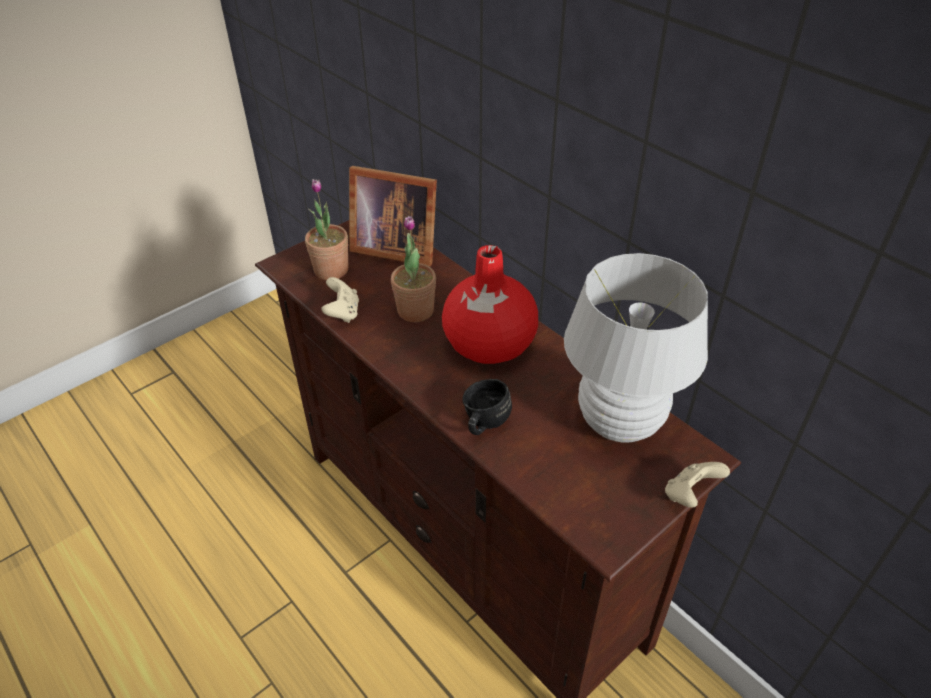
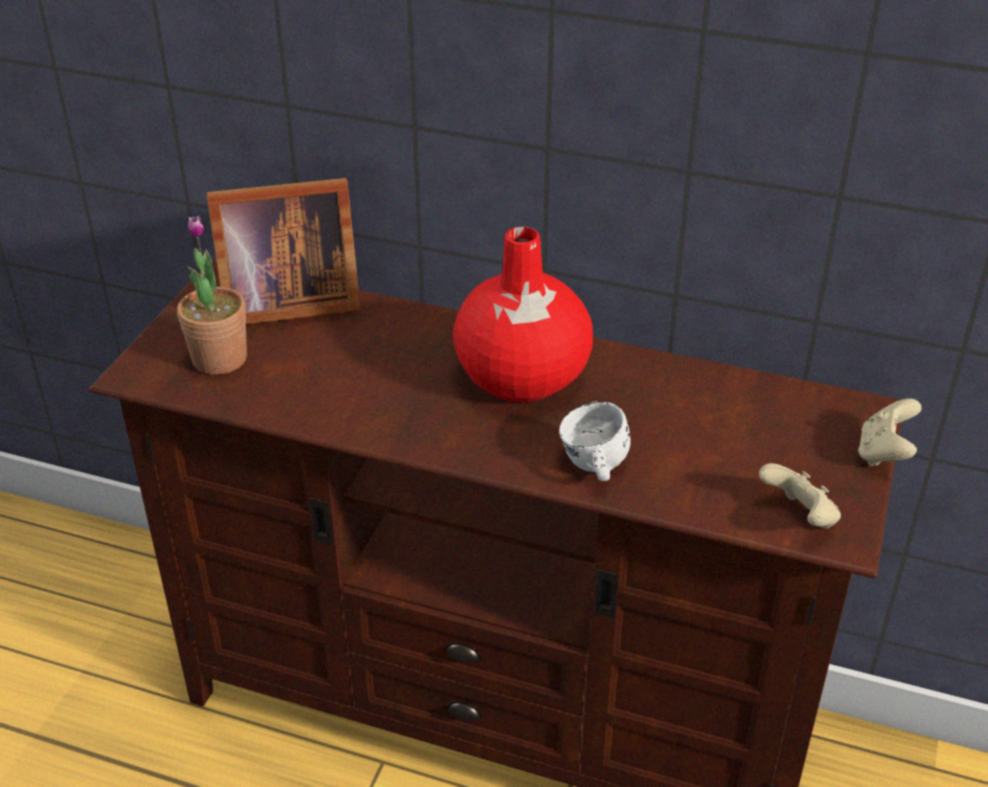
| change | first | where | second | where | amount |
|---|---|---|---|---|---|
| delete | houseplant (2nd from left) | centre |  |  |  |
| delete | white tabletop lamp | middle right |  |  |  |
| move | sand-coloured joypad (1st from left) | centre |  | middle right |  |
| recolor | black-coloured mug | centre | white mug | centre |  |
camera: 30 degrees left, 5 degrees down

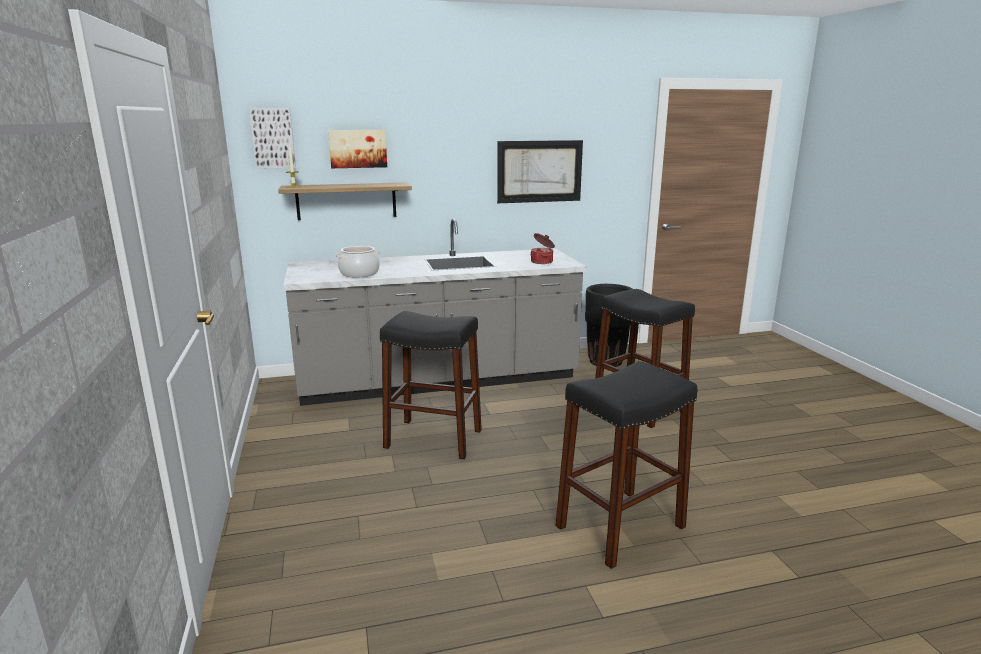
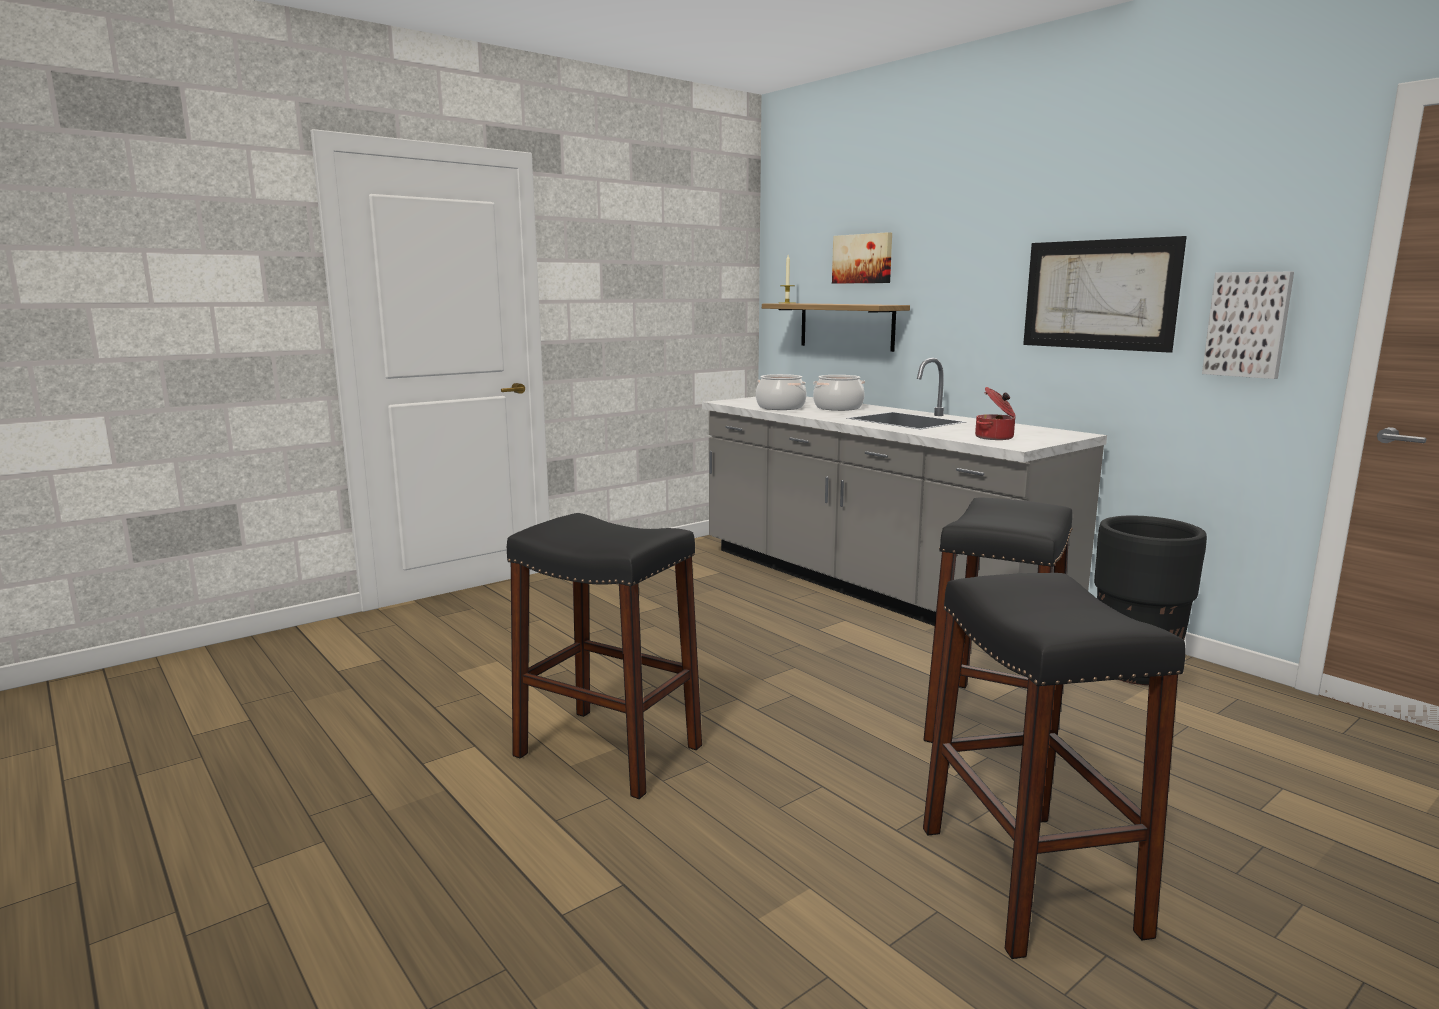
| change | first | where | second | where | amount |
|---|---|---|---|---|---|
| move | wall picture (1st from left in the first image) | top left | wall picture (3rd from left) | top right |  |
| move | black-coloured sitting stool (1st from left in the first image) | centre | black-coloured sitting stool (3rd from left) | bottom right |  |
| insert |  |  | cooking pot (2nd from left) | centre |  |
camera: 65 degrees right, 5 degrees down

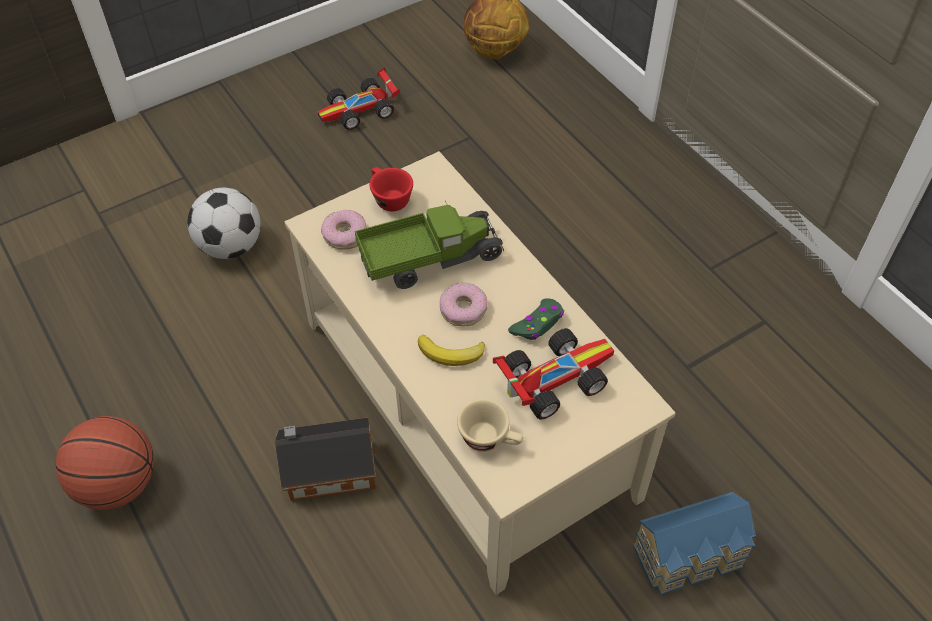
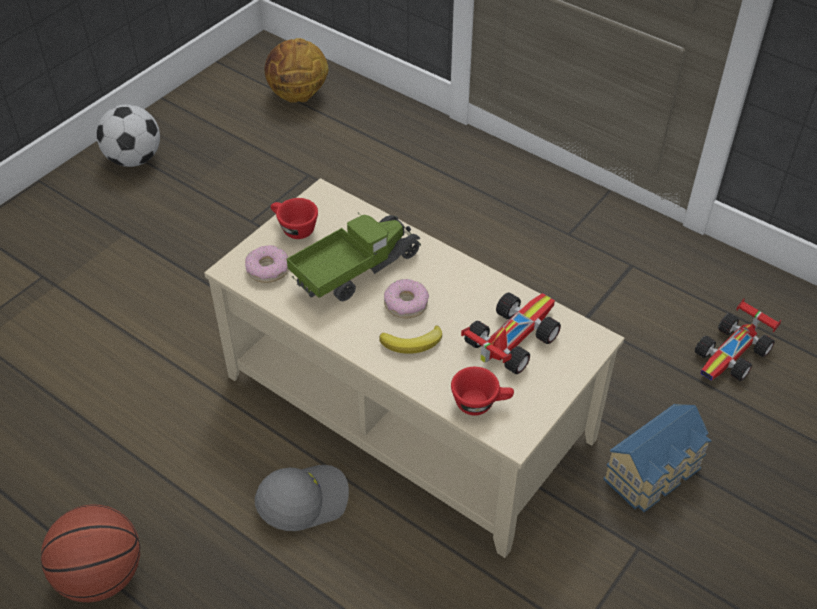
| change | first | where | second | where | amount |
|---|---|---|---|---|---|
| move | miniature car (1st from left in the first image) | top centre | miniature car (2nd from left) | middle right |  |
| move | football ball | middle left |  | top left |  |
| delete | green-coloured joypad | centre |  |  |  |
| recolor | sand-coloured small cup | bottom centre | red small cup (2nd from left) | centre |  |
| replace | model house (1st from left) | bottom centre | greyish baseball cap | bottom centre |  |
camera: 20 degrees left, 5 degrees down

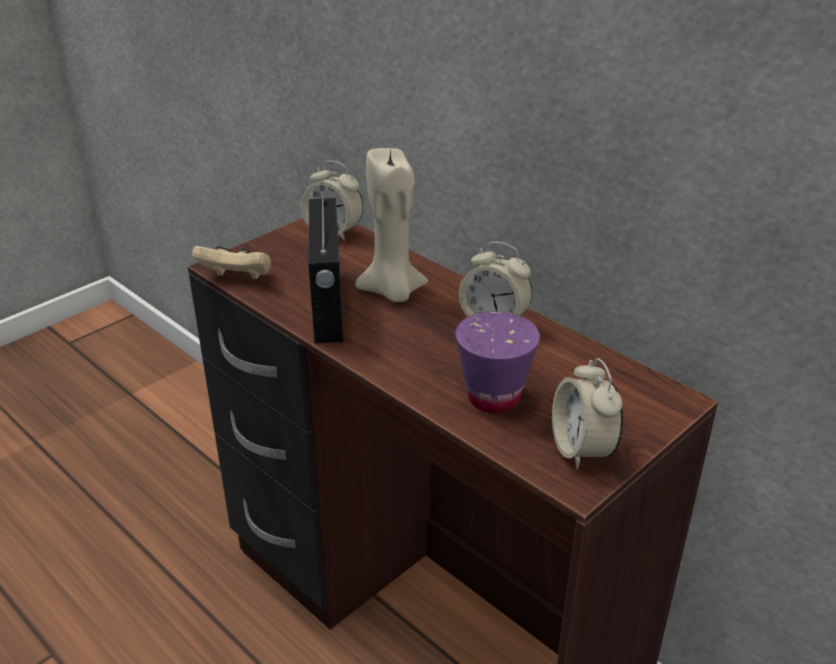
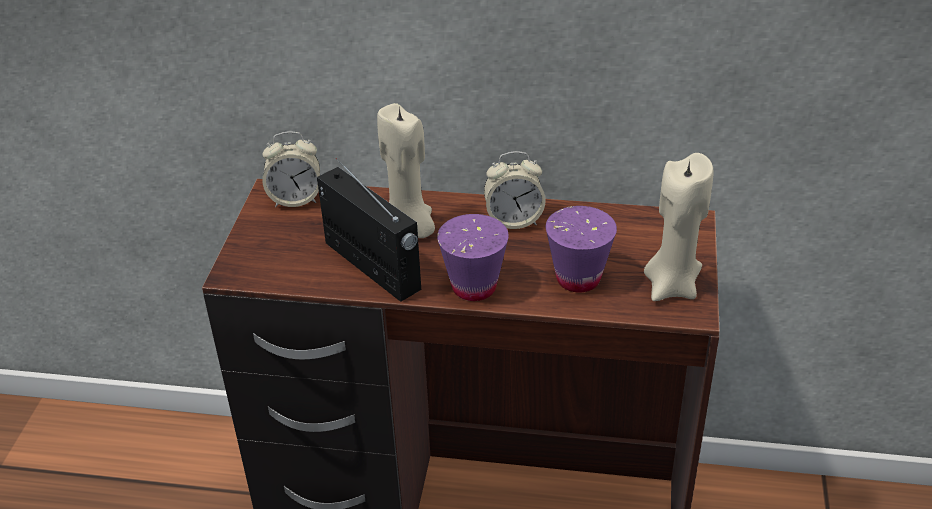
| change | first | where | second | where | amount |
|---|---|---|---|---|---|
| delete | sand-coloured joypad | middle left |  |  |  |
| replace | table clock (3rd from left) | middle right | sand-coloured wax candle (2nd from left) | middle right |  |
| insert |  |  | purple-coloured small cup (1st from left) | centre |  |
camera: 35 degrees left, 5 degrees up

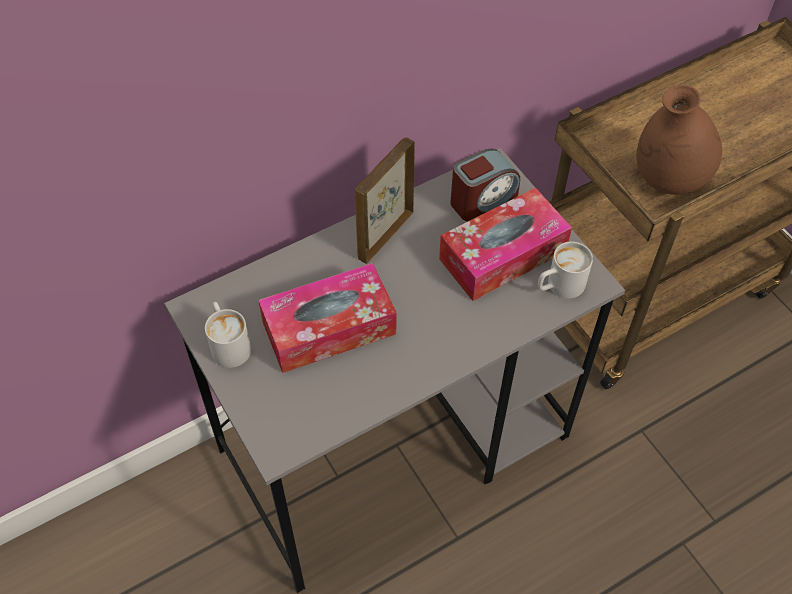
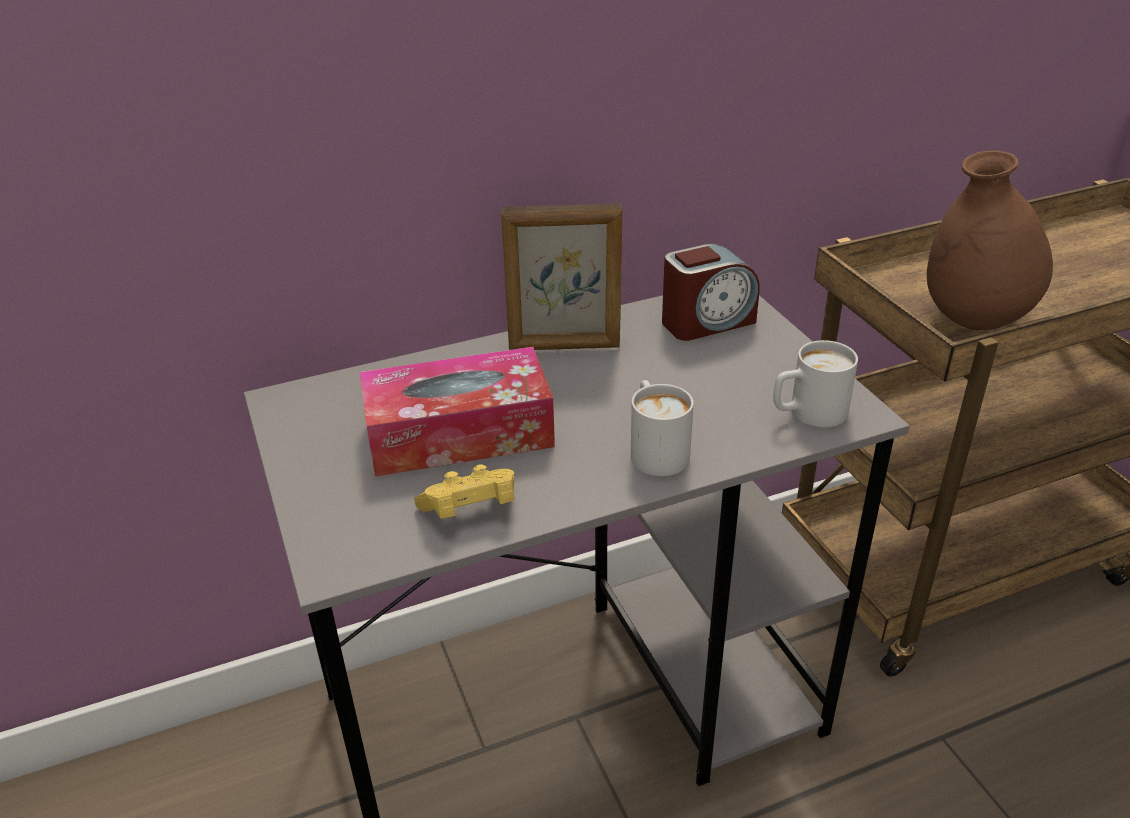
| change | first | where | second | where | amount |
|---|---|---|---|---|---|
| rotate | standing frame | centre |  | centre | 135 degrees counterclockwise |
| delete | tissue box (2nd from left) | centre |  |  |  |
| move | white mug (1st from left) | middle left |  | centre |  |
| insert |  |  | yellow-coloured joypad | centre |  |
camera: 10 degrees right, 20 degrees down

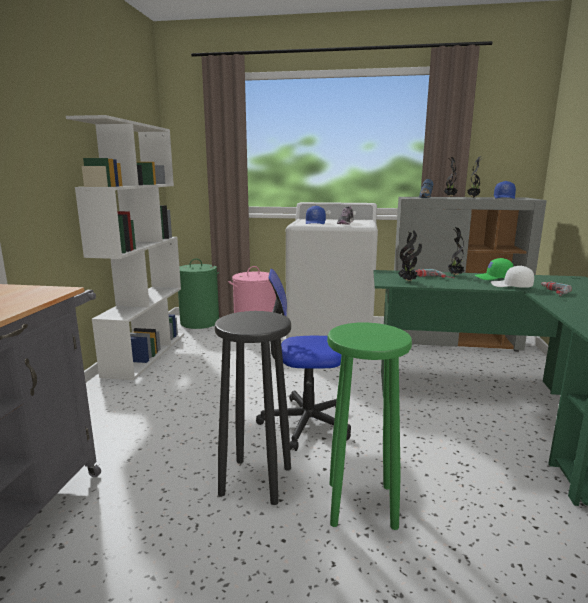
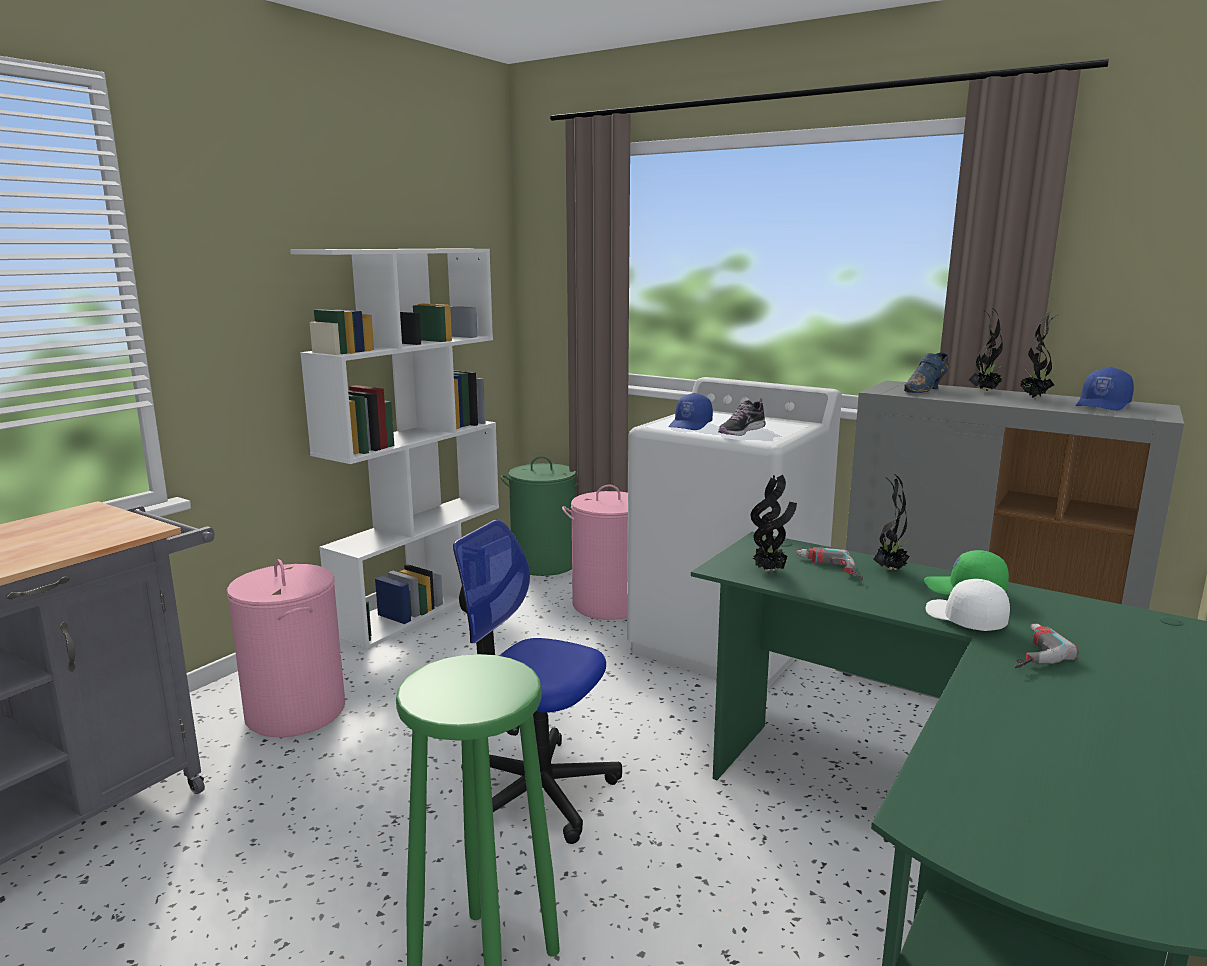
| change | first | where | second | where | amount |
|---|---|---|---|---|---|
| delete | black-coloured sitting stool | bottom centre |  |  |  |
| insert |  |  | pinkish hamper (1st from left) | bottom left |  |
camera: 25 degrees right, 0 degrees up

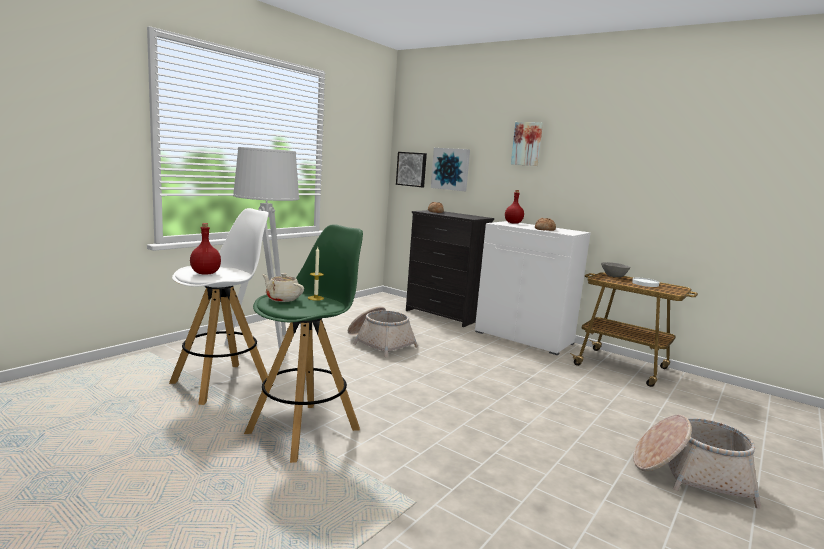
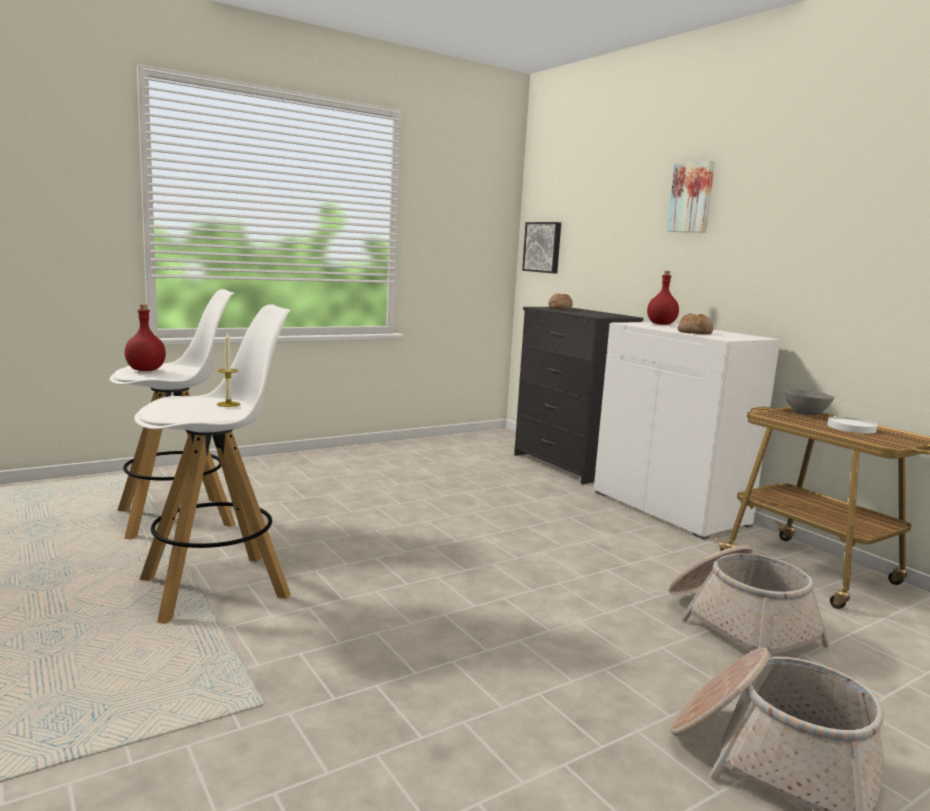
| change | first | where | second | where | amount |
|---|---|---|---|---|---|
| delete | greyish floor lamp | middle left |  |  |  |
| delete | wall picture (2nd from left) | top centre |  |  |  |
| recolor | green-coloured sitting stool | centre | white sitting stool (2nd from left) | middle left |  |
| delete | sand-coloured tea pot | centre |  |  |  |
| move | basket (1st from left) | centre |  | bottom right |  |
camera: 20 degrees right, 0 degrees up

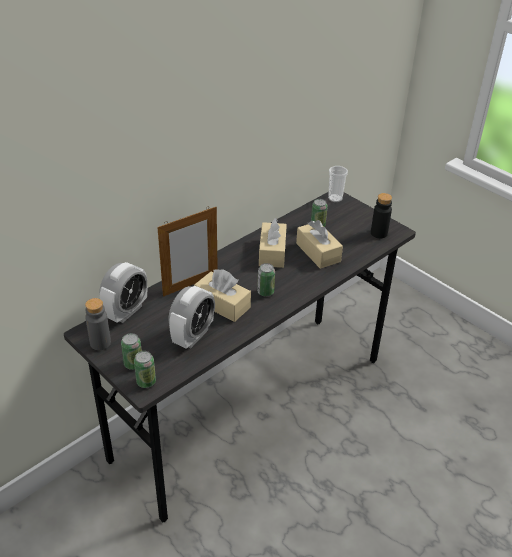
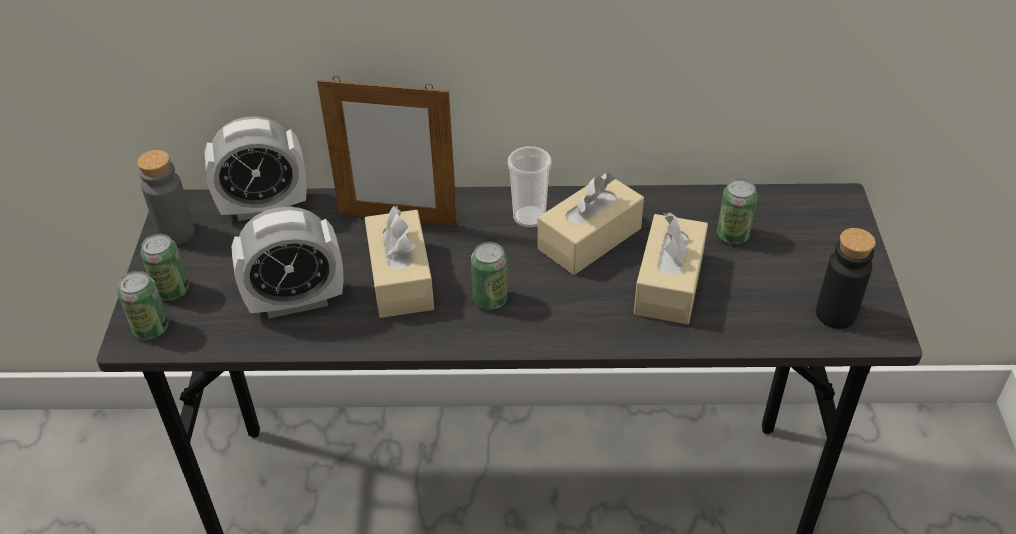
| change | first | where | second | where | amount |
|---|---|---|---|---|---|
| move | small cup | top centre |  | centre |  |
camera: 45 degrees right, 5 degrees up

